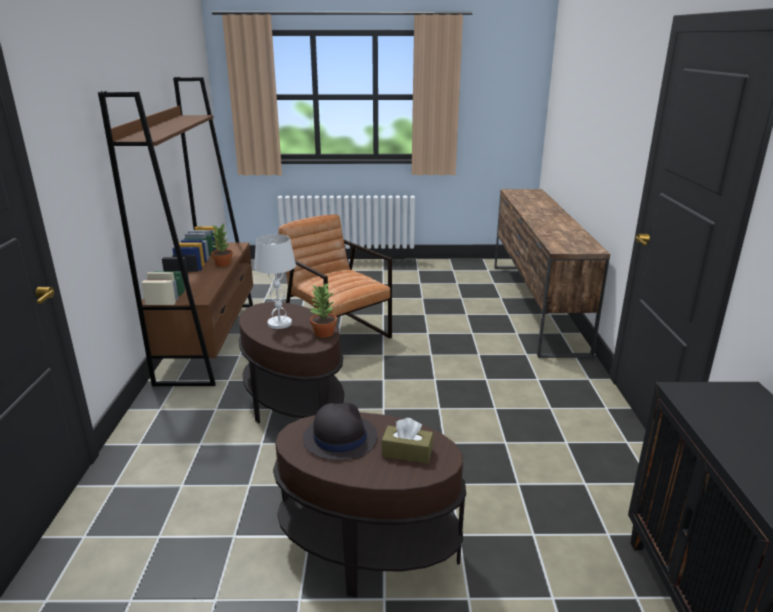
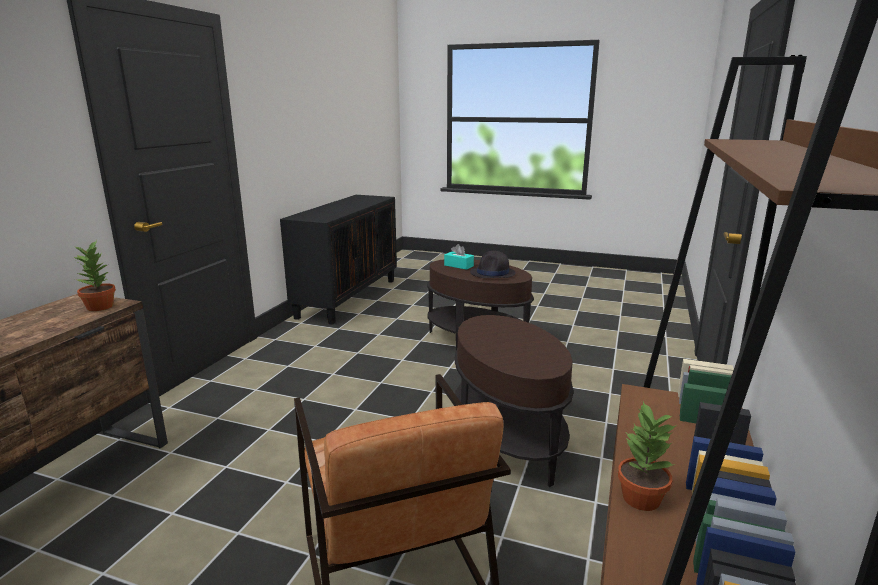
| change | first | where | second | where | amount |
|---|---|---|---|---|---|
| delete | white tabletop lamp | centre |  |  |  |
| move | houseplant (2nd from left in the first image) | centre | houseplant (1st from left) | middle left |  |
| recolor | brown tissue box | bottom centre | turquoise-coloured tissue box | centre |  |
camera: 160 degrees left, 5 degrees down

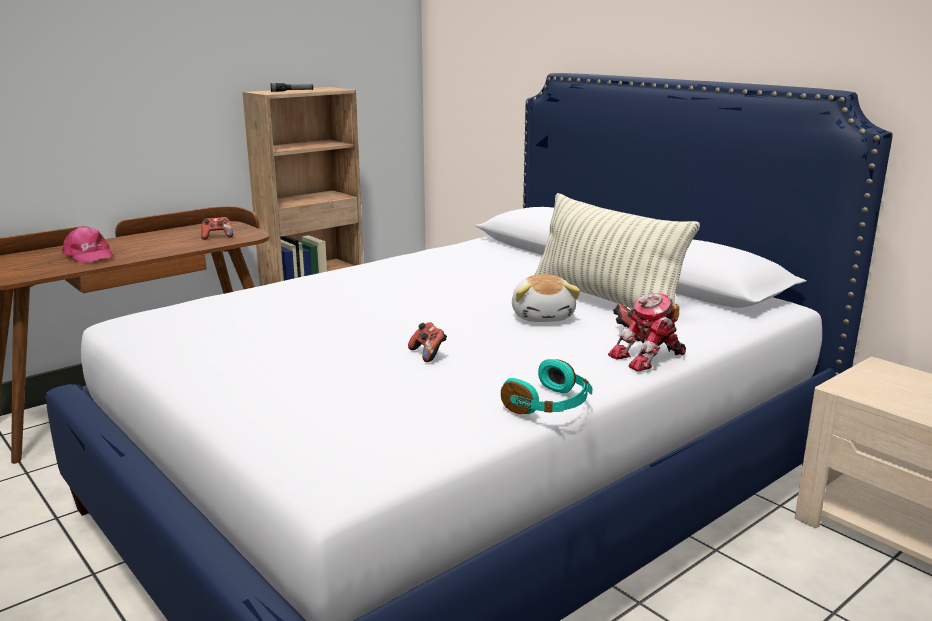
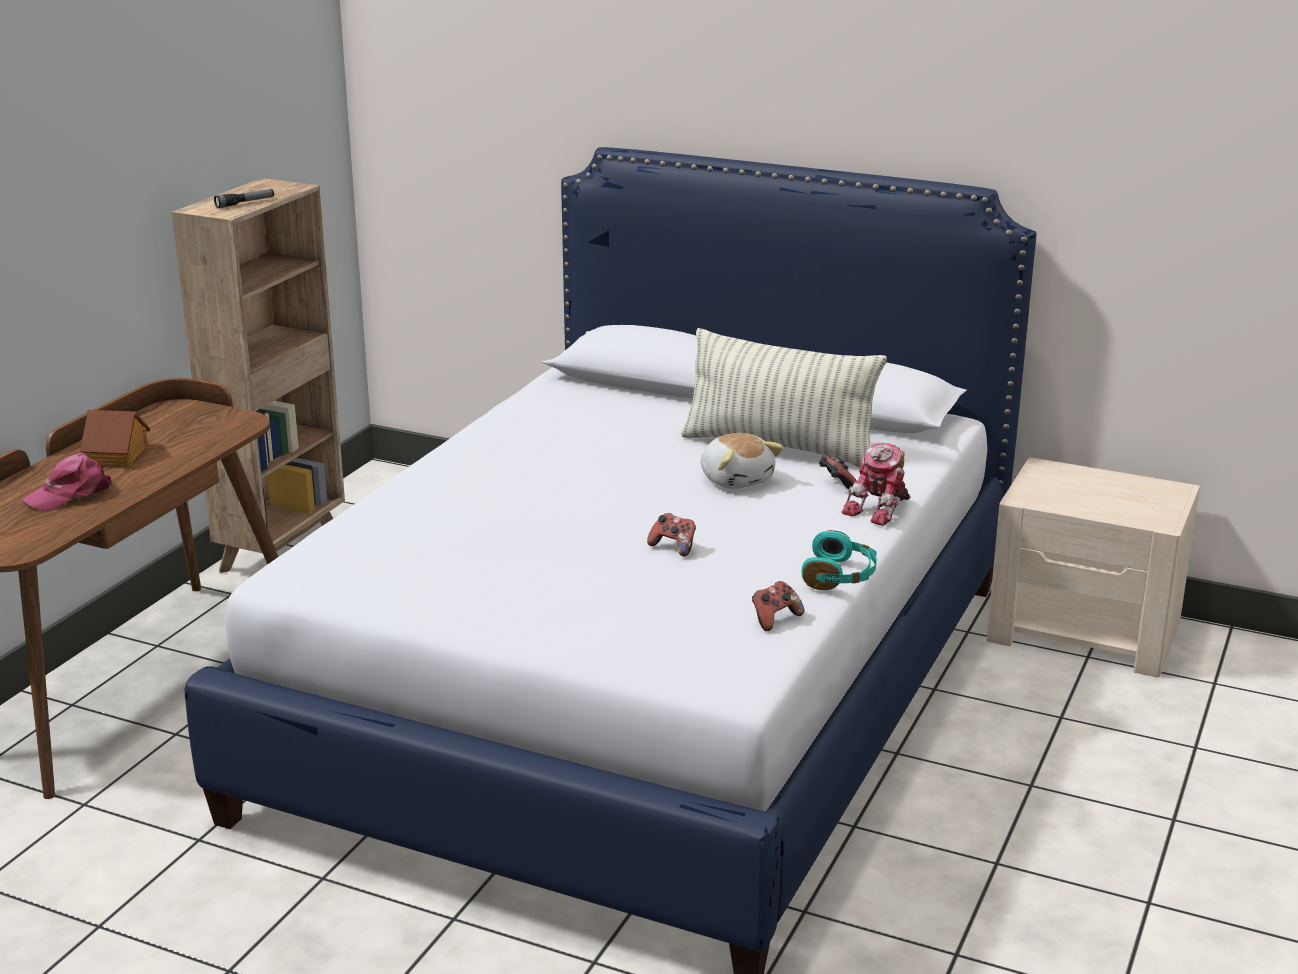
| change | first | where | second | where | amount |
|---|---|---|---|---|---|
| move | joypad (1st from left in the first image) | middle left | joypad (2nd from left) | centre |  |
| rotate | pinkish baseball cap | middle left |  | middle left | 120 degrees clockwise |
| insert |  |  | model house | middle left |  |
camera: 25 degrees left, 5 degrees up

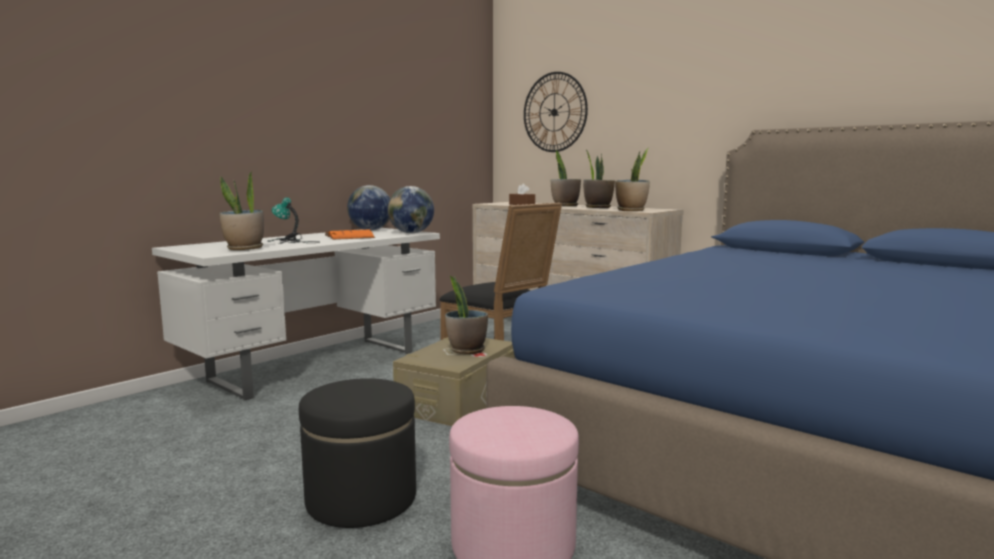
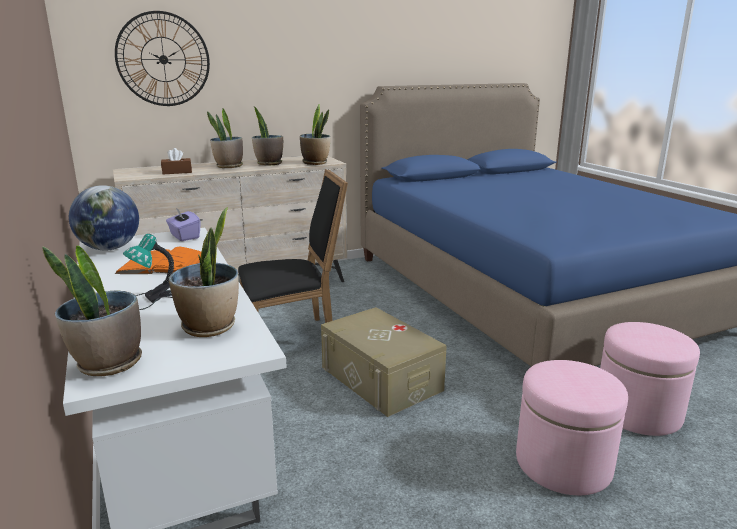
| change | first | where | second | where | amount |
|---|---|---|---|---|---|
| replace | globe (2nd from left) | centre | purple-coloured tissue box | middle left |  |
| move | houseplant (2nd from left in the first image) | centre | houseplant (1st from left) | middle left |  |
| recolor | black-coloured pouffe | bottom centre | pinkish pouffe (1st from left) | bottom right |  |
camera: 65 degrees left, 10 degrees up

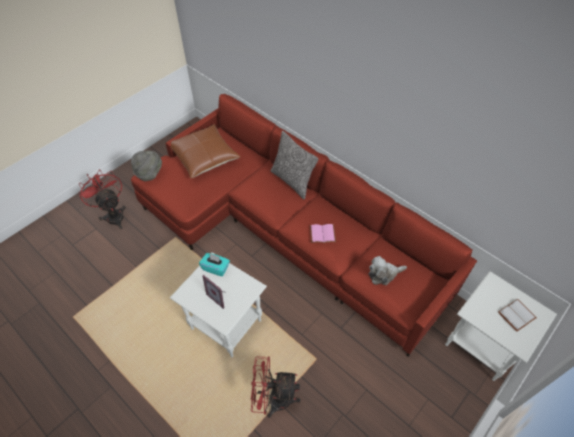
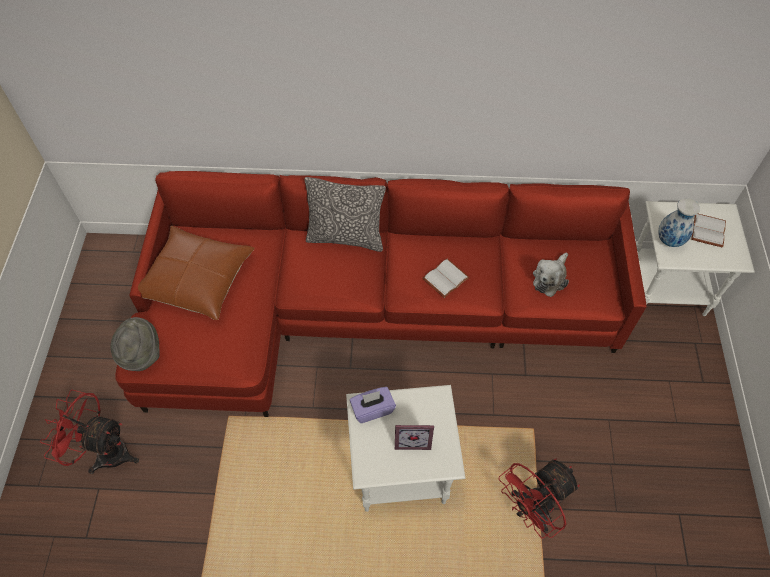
| change | first | where | second | where | amount |
|---|---|---|---|---|---|
| recolor | pinkish volume | centre | white volume (1st from left) | centre |  |
| recolor | turquoise-coloured tissue box | centre | purple-coloured tissue box | bottom centre |  |
| insert |  |  | decorative vase | middle right |  |
camera: 40 degrees left, 5 degrees up

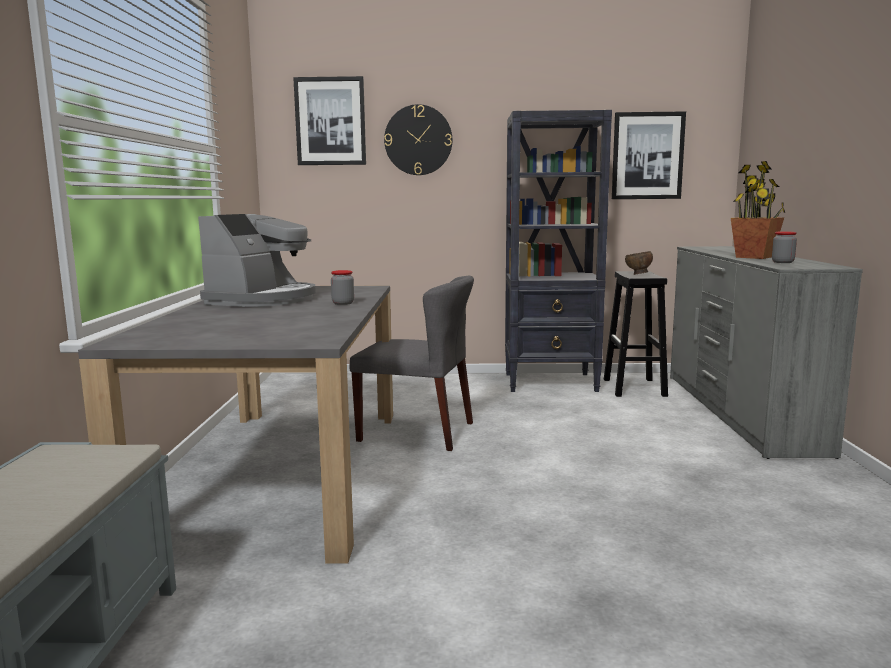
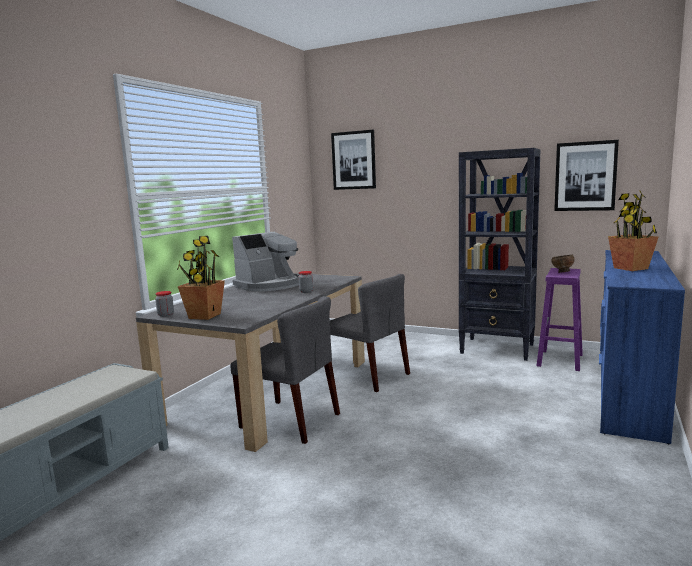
| change | first | where | second | where | amount |
|---|---|---|---|---|---|
| delete | clock on the wall | top centre |  |  |  |
| move | preserve jar (2nd from left in the first image) | middle right | preserve jar (1st from left) | middle left |  |
| recolor | greyish dresser | middle right | blue dresser | middle right |  |
| recolor | black-coloured sitting stool | middle right | purple-coloured sitting stool | middle right |  |
| insert |  |  | houseplant (1st from left) | middle left |  |
| insert |  |  | greyish upright chair (1st from left) | centre |  |
camera: 25 degrees right, 0 degrees up

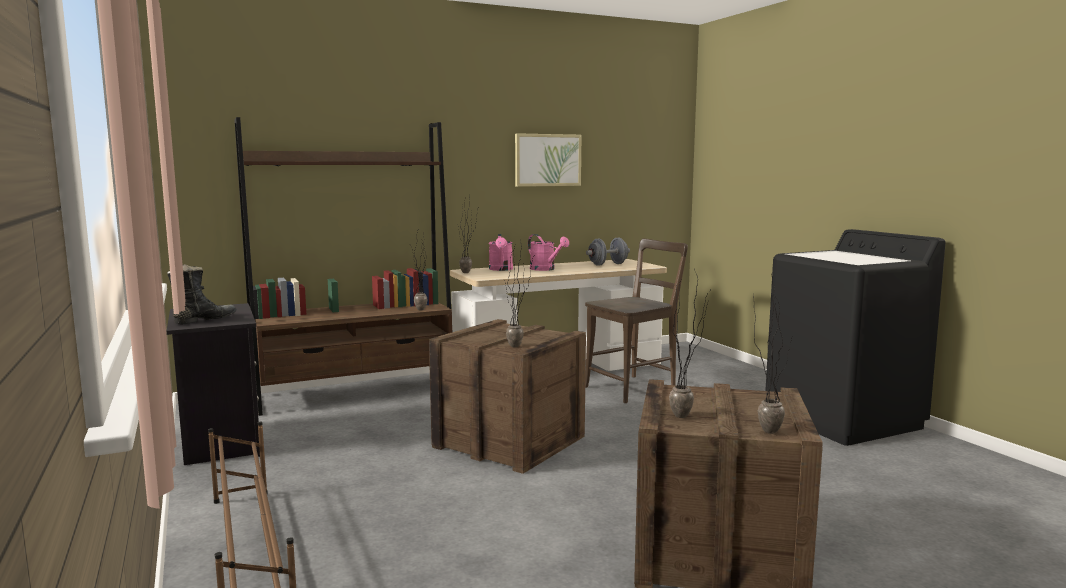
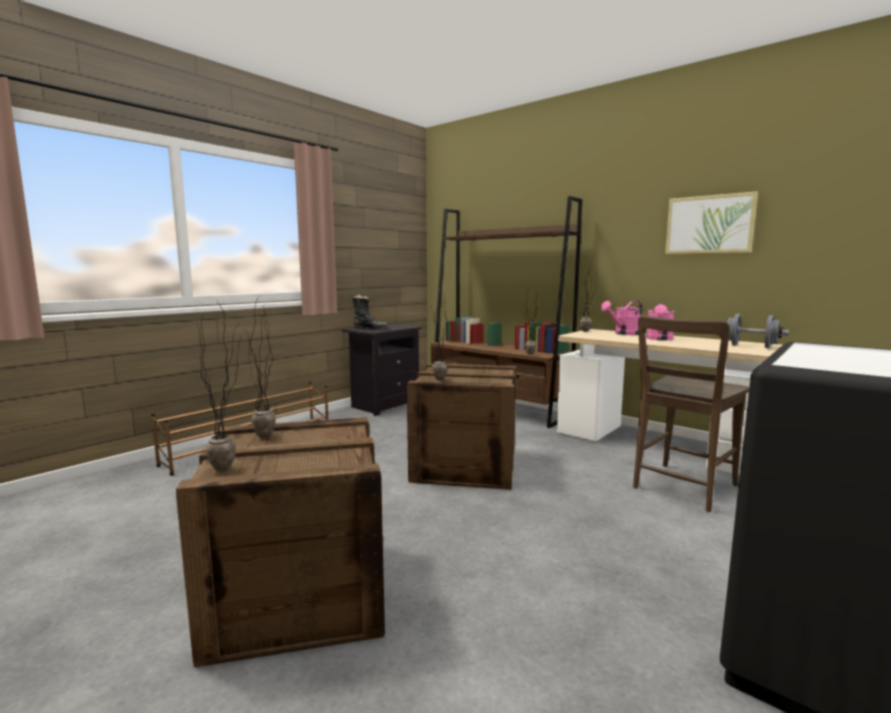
| change | first | where | second | where | amount |
|---|---|---|---|---|---|
| rotate | brown upright chair | centre |  | middle right | 105 degrees clockwise |
camera: 65 degrees right, 0 degrees up

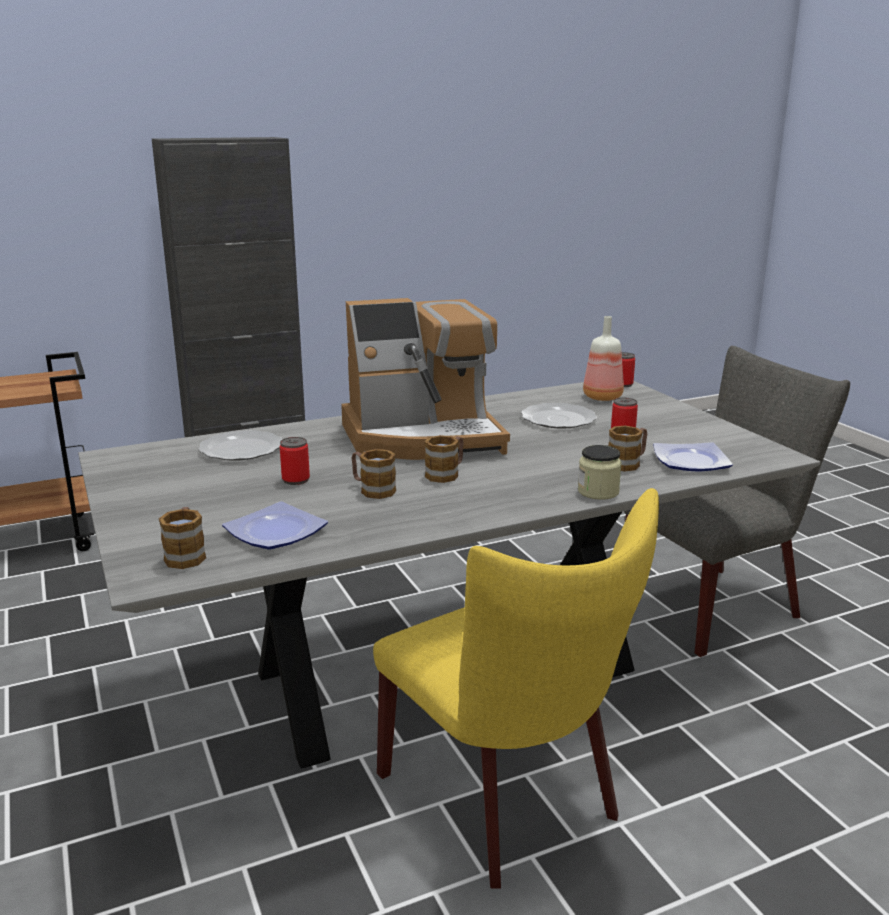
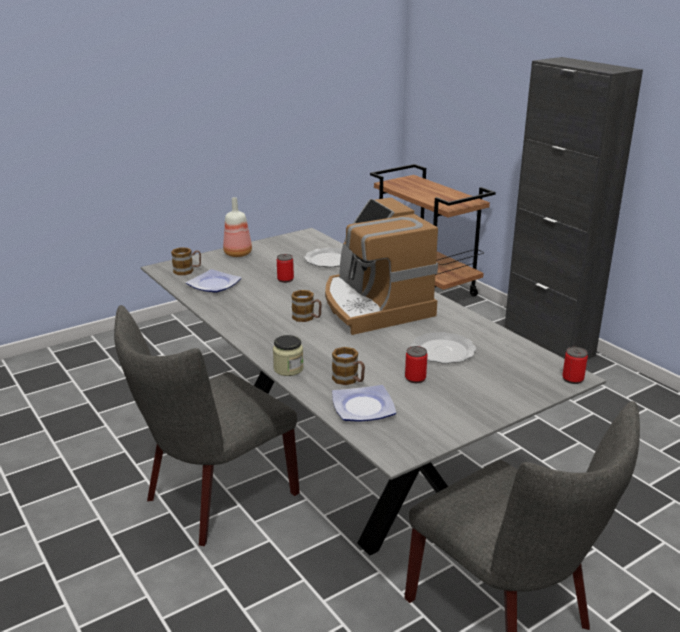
| change | first | where | second | where | amount |
|---|---|---|---|---|---|
| move | bottle | middle right |  | centre |  |
| delete | mug (2nd from left) | centre |  |  |  |
| recolor | yellow-coloured upright chair | bottom centre | greyish upright chair (1st from left) | bottom left |  |
camera: 80 degrees right, 5 degrees up

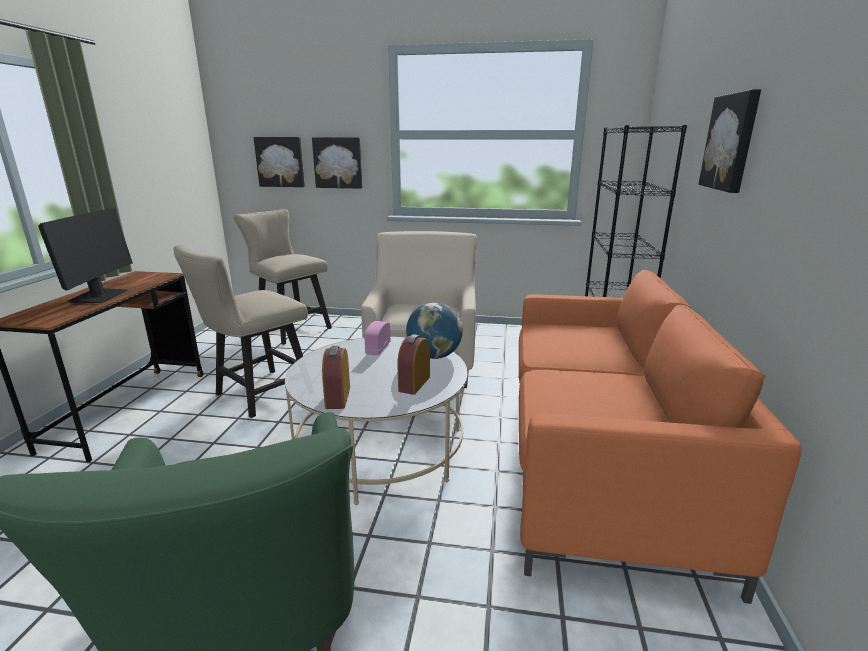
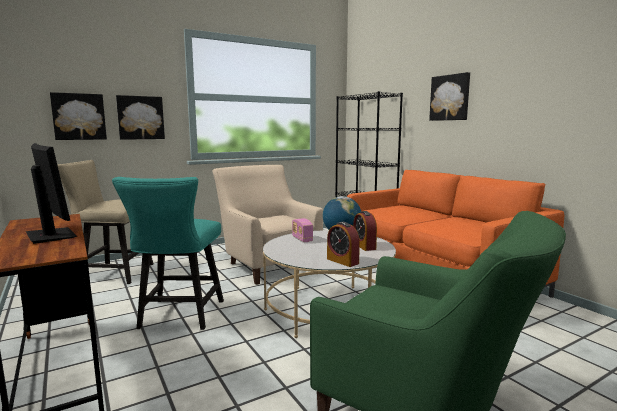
| change | first | where | second | where | amount |
|---|---|---|---|---|---|
| recolor | sand-coloured upright chair (1st from left) | middle left | turquoise-coloured upright chair | middle left |  |
camera: 40 degrees left, 10 degrees down

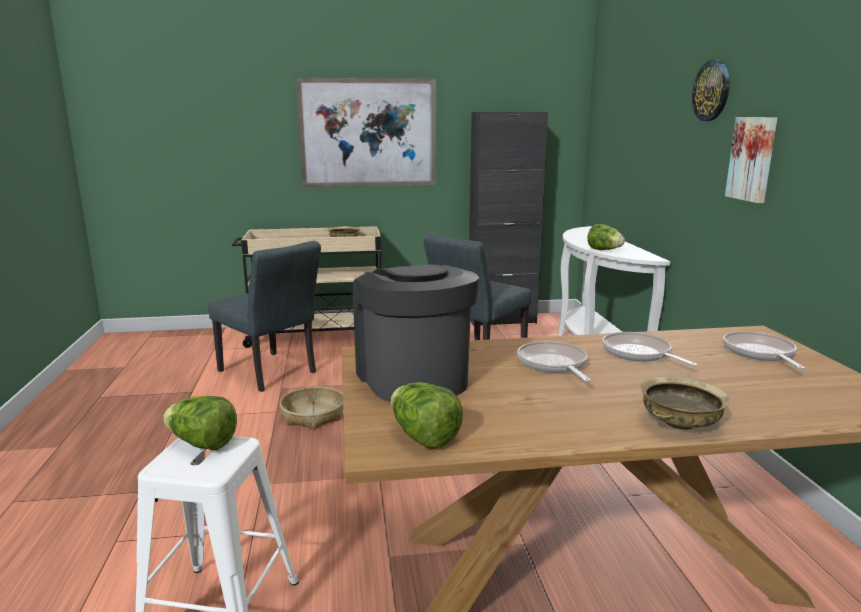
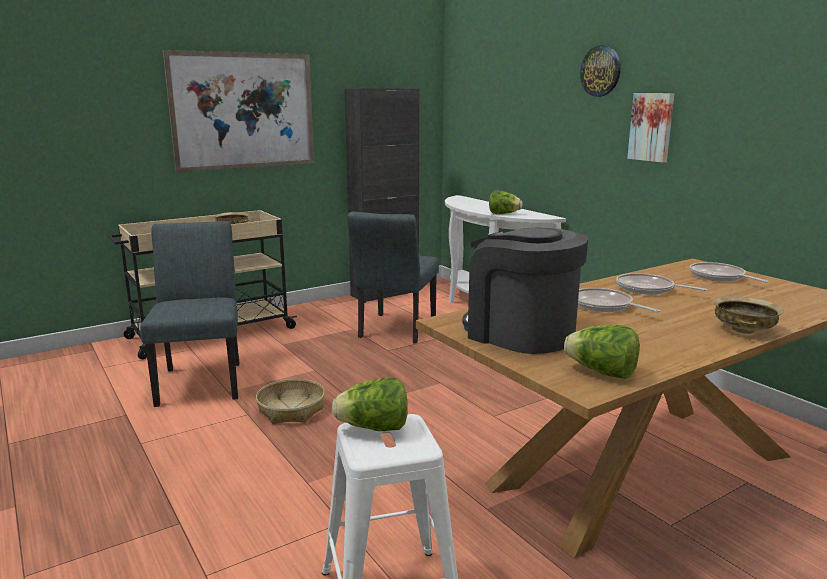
| change | first | where | second | where | amount |
|---|---|---|---|---|---|
| rotate | greyish upright chair (1st from left) | middle left |  | middle left | 120 degrees counterclockwise |
camera: 25 degrees left, 0 degrees up

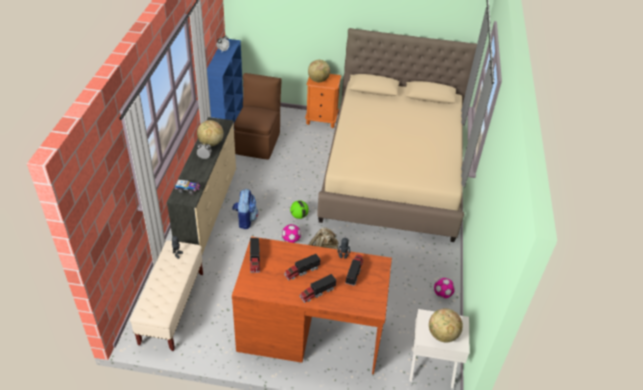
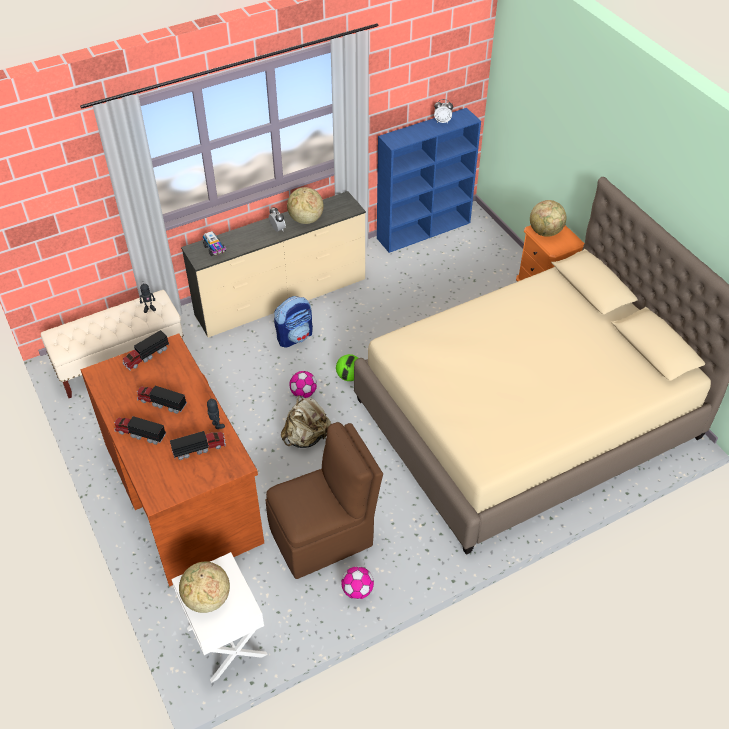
| change | first | where | second | where | amount |
|---|---|---|---|---|---|
| move | brown upright chair | top centre |  | bottom centre |  |
camera: 55 degrees right, 5 degrees up

